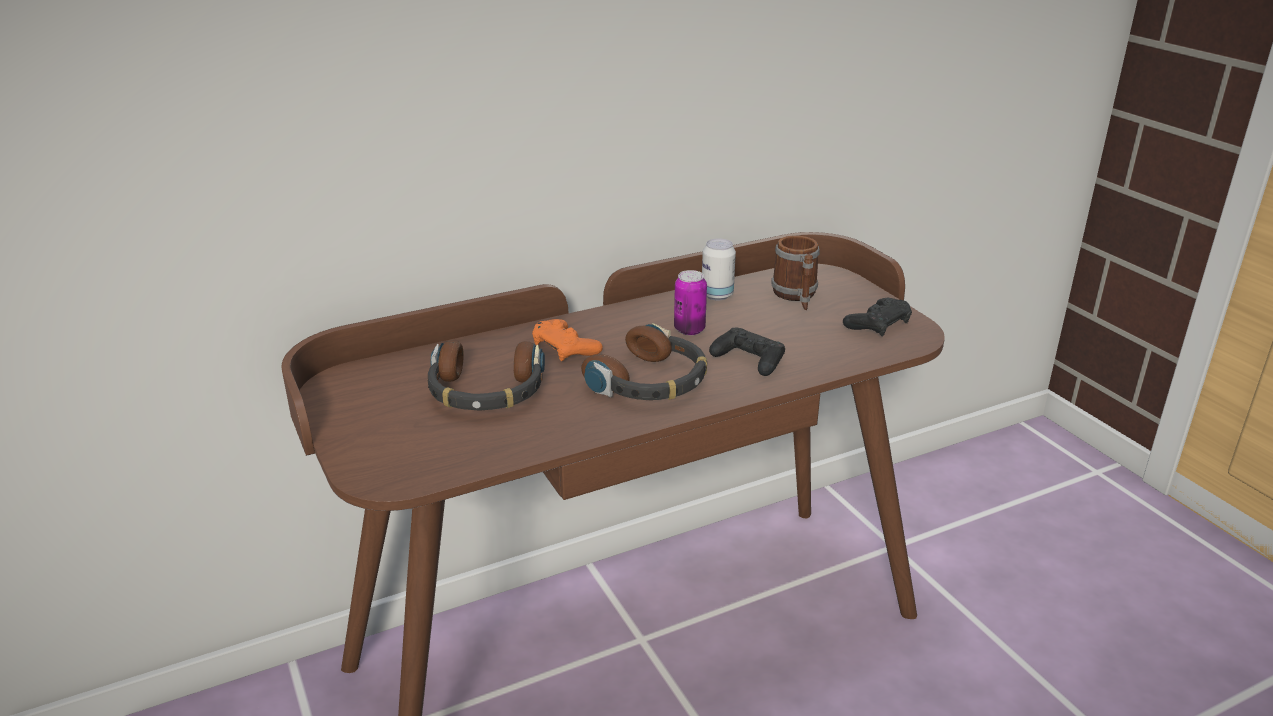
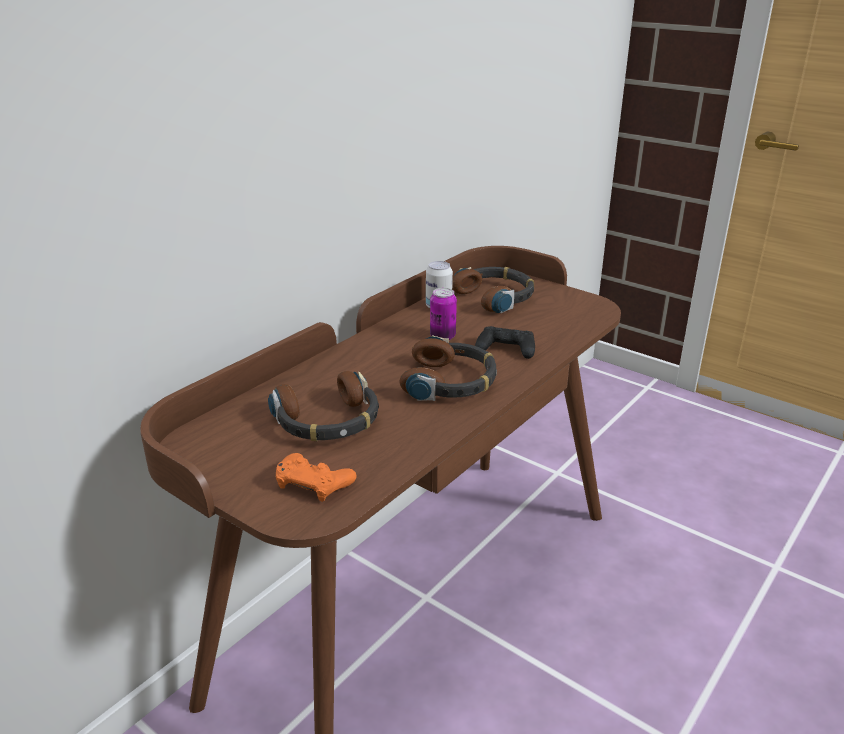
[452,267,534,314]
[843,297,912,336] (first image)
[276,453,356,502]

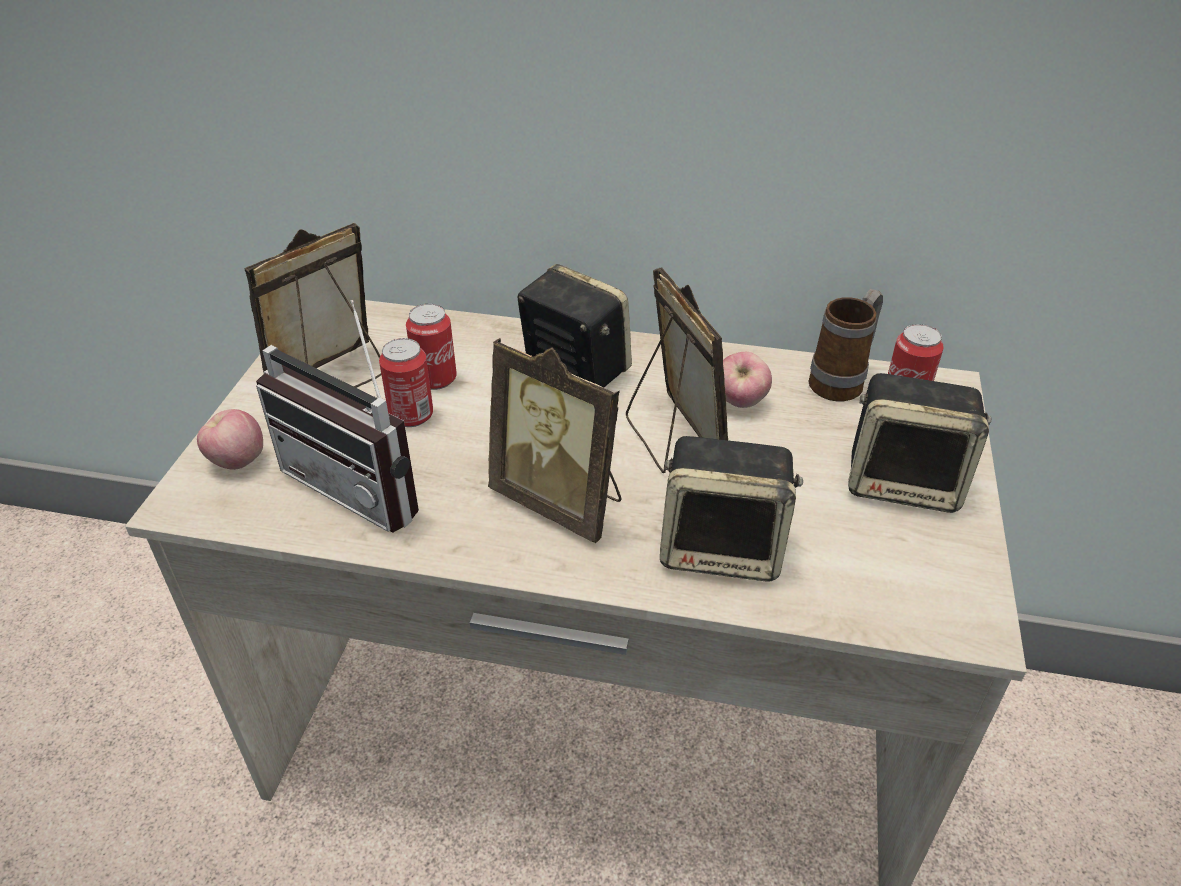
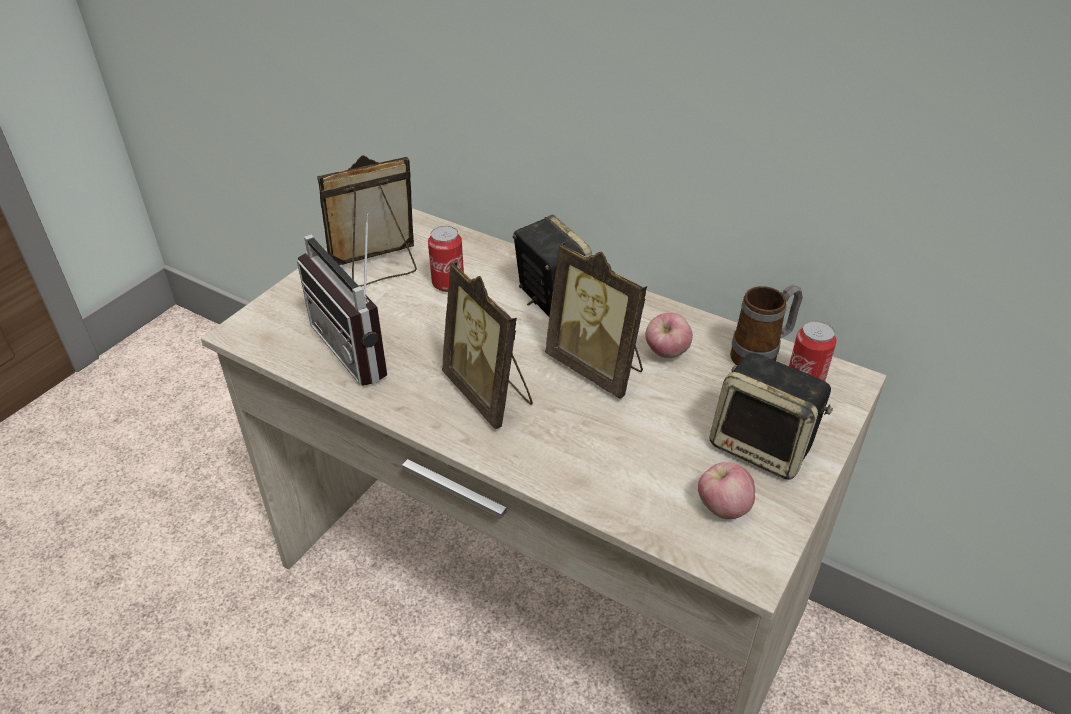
[545,242,647,399]
[379,338,433,427] (first image)
[698,462,755,519]
[660,436,803,582] (first image)

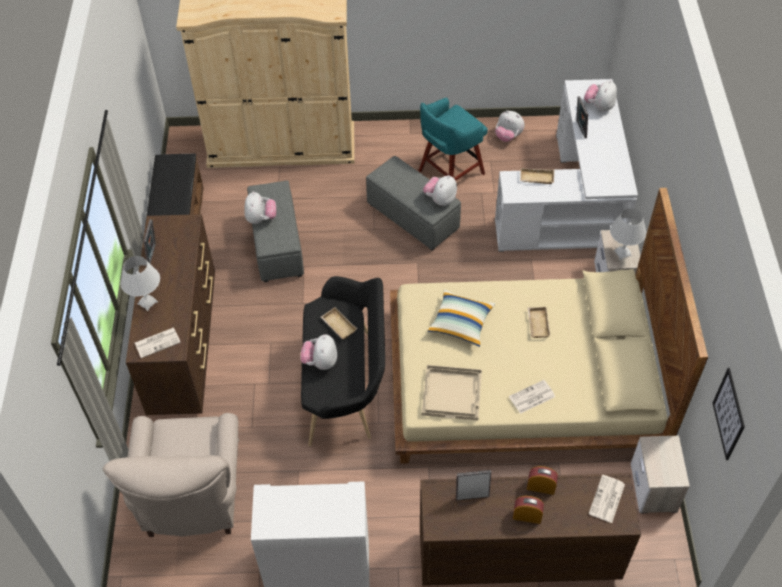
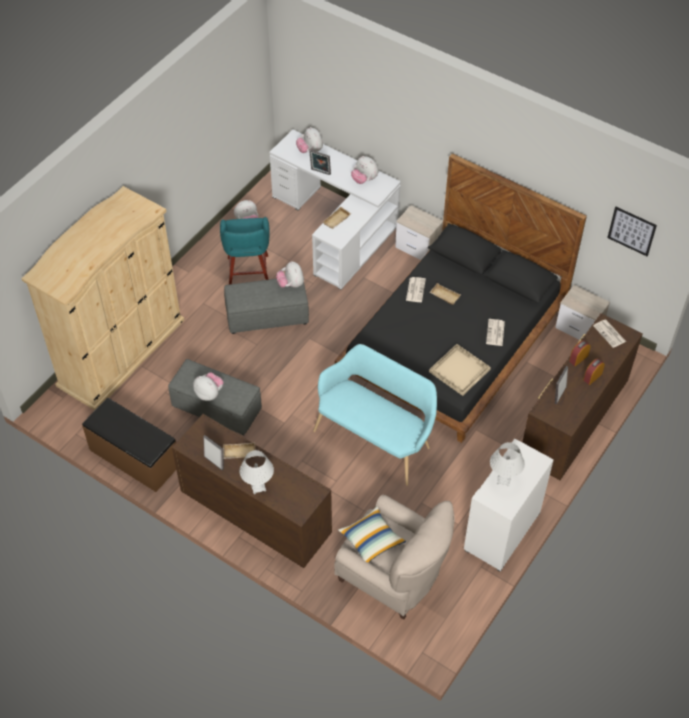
[335,153,587,443]
[490,442,525,487]
[313,344,437,486]
[338,506,406,563]
[223,442,256,459]
[406,277,426,302]
[351,156,378,184]

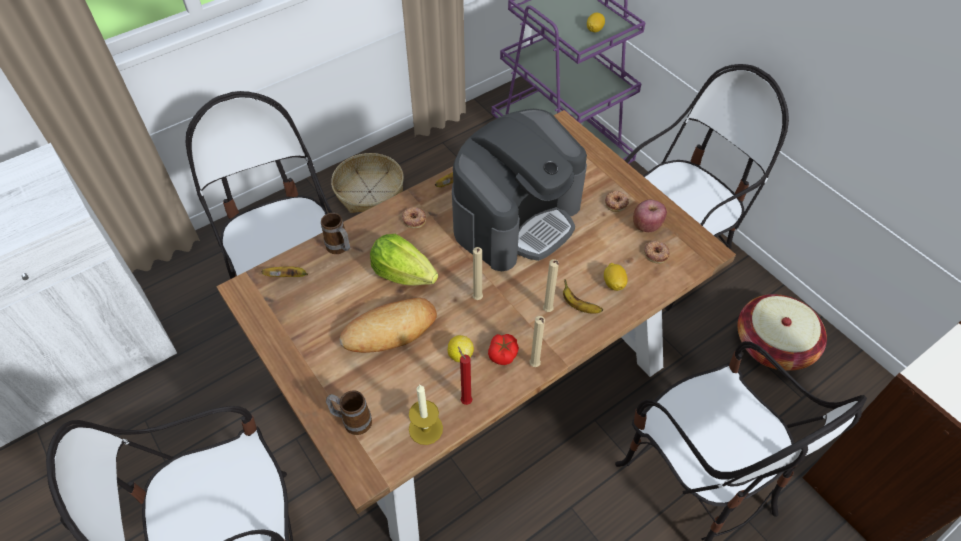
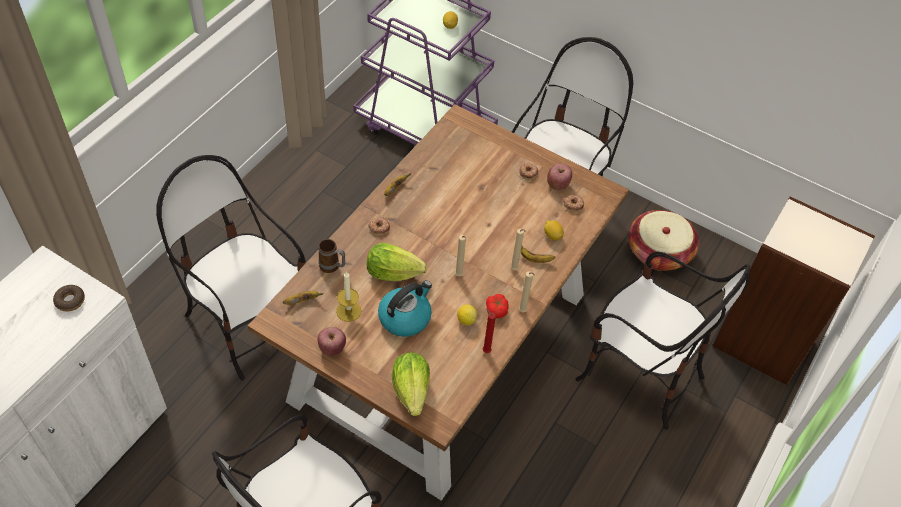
[452,109,587,271] (first image)
[331,153,404,213] (first image)
[378,280,432,337]
[336,271,362,322]
[391,352,430,416]
[53,285,85,312]
[317,327,346,355]

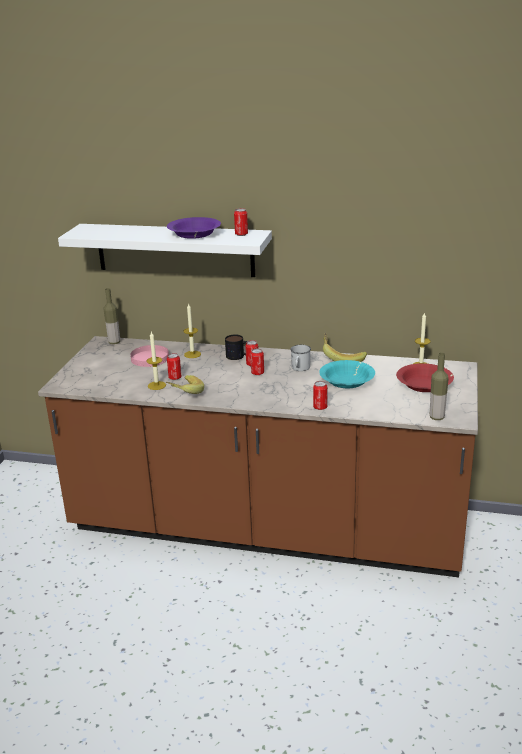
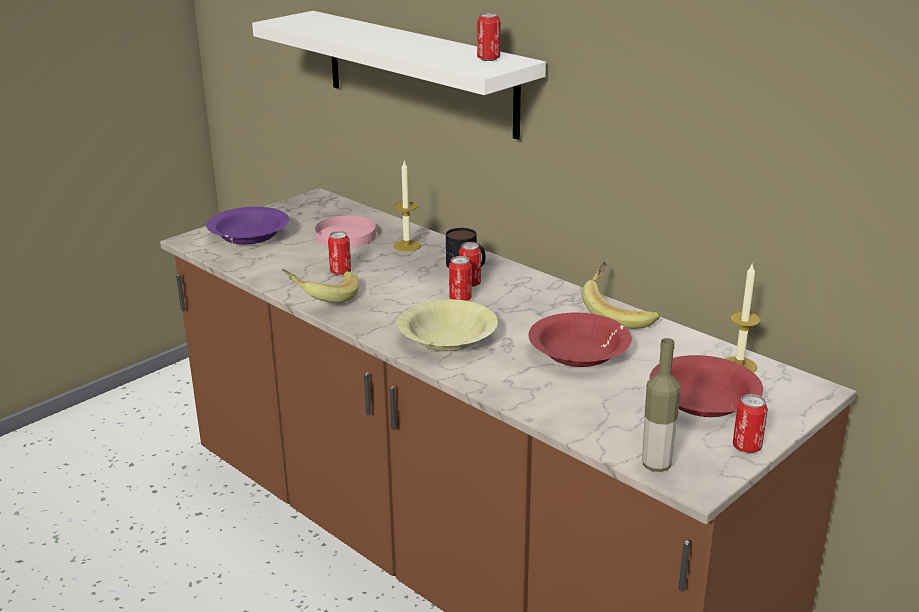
[206,207,289,244]
[103,288,120,344] (first image)
[146,332,166,390] (first image)
[290,345,311,371] (first image)
[529,313,632,367]
[733,394,768,453]
[398,299,498,351]

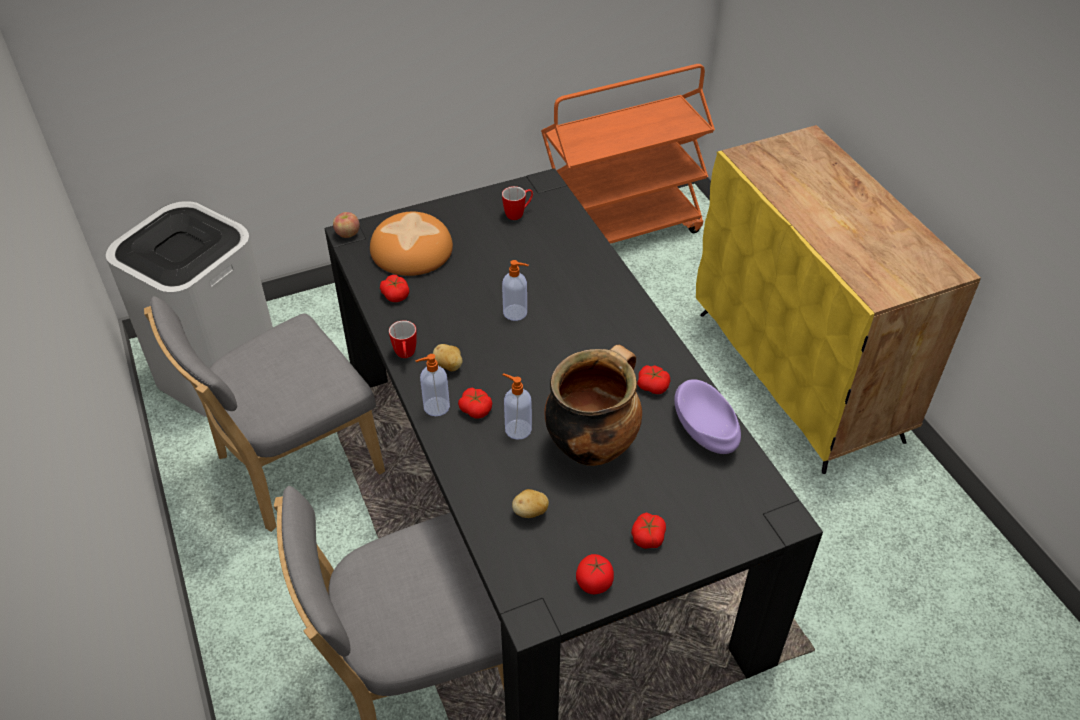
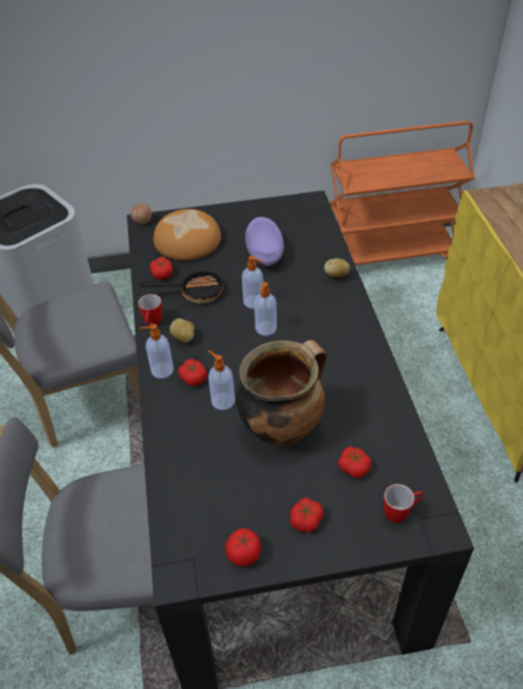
[384,484,423,523]
[338,446,371,478]
[245,217,284,266]
[324,258,350,278]
[139,268,223,304]
[254,282,277,336]

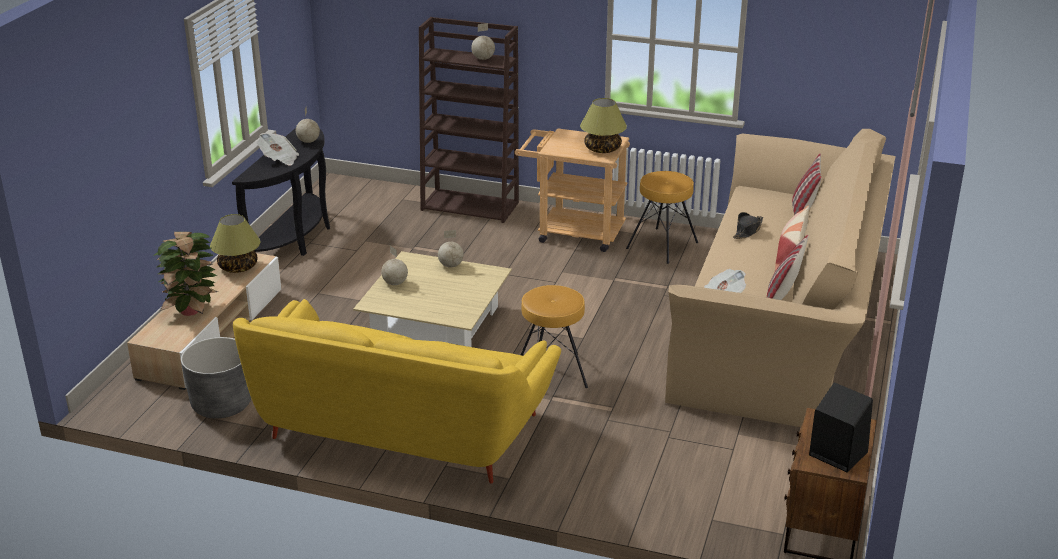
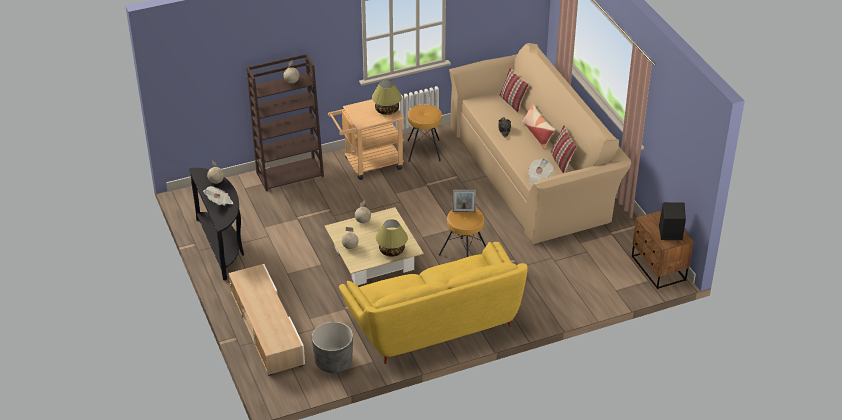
[376,219,408,257]
[153,232,218,316] (first image)
[453,190,476,212]

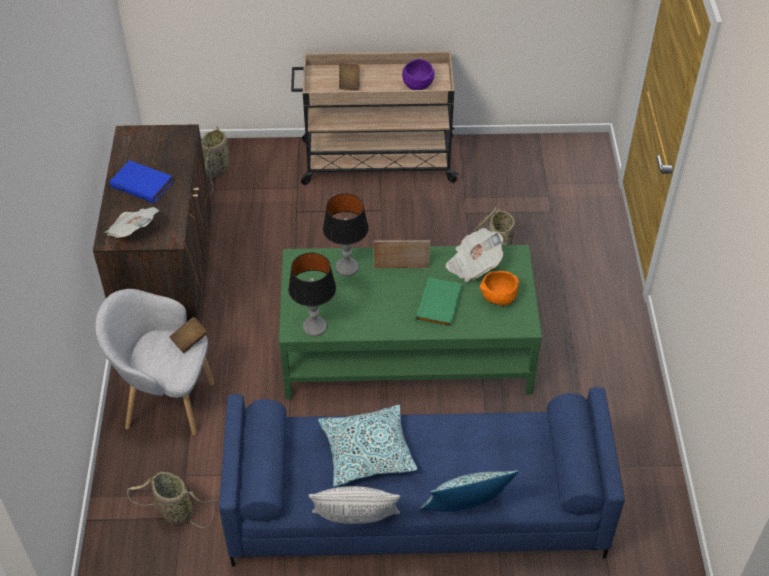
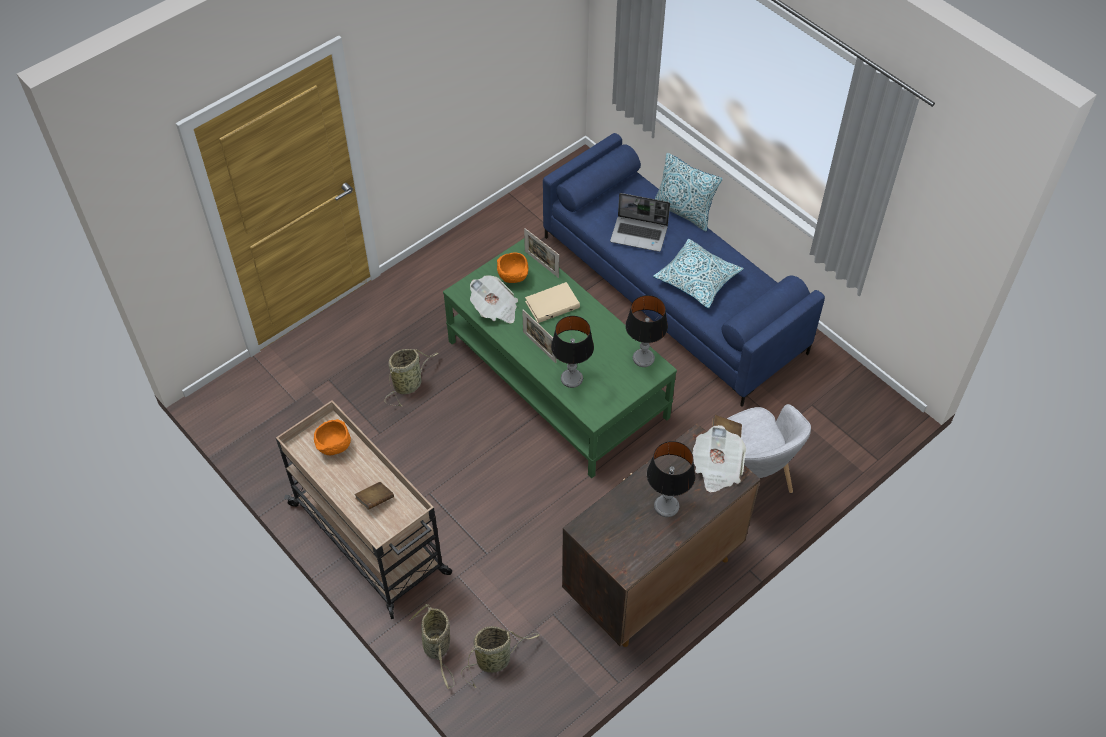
[314,419,351,455]
[647,441,695,517]
[525,282,580,323]
[408,604,455,689]
[308,486,400,524] (first image)
[610,193,670,252]
[524,228,559,278]

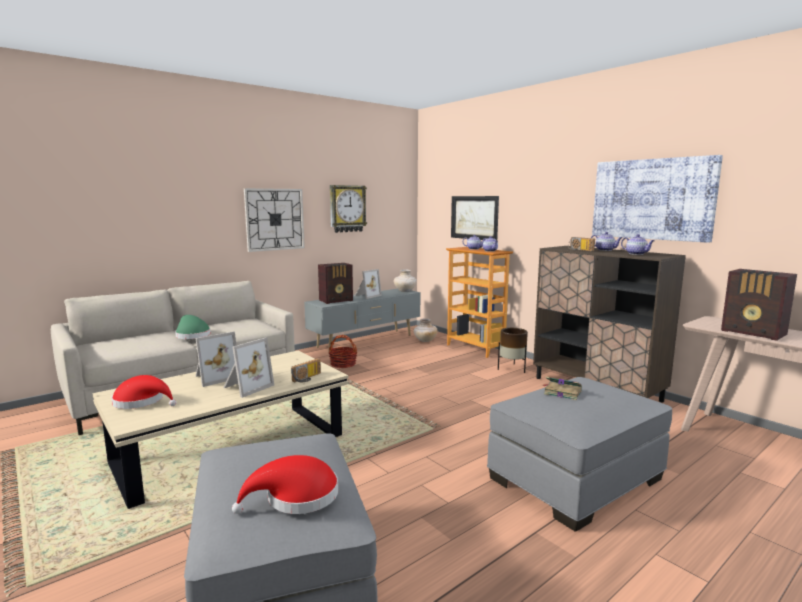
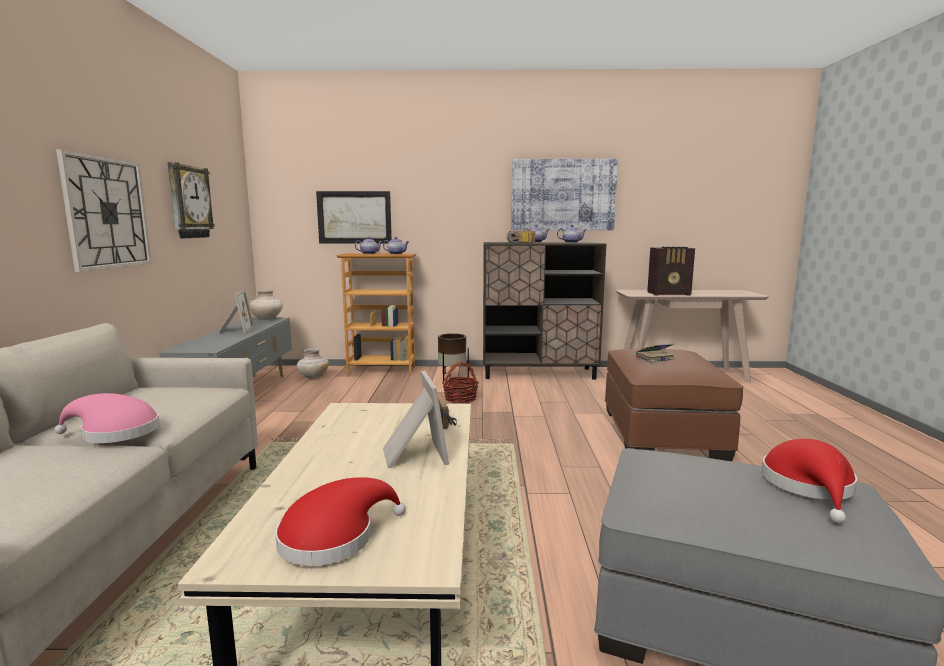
[318,263,353,304] (first image)
[54,393,160,443]
[196,332,237,387] (first image)
[442,361,479,403]
[605,349,744,461]

